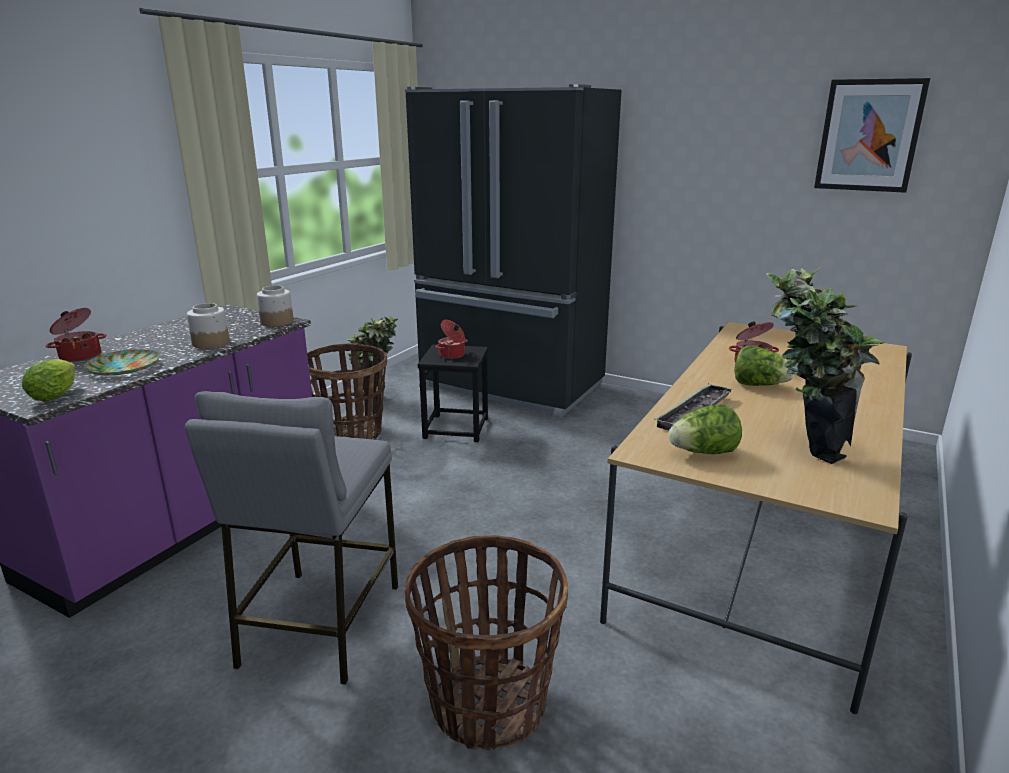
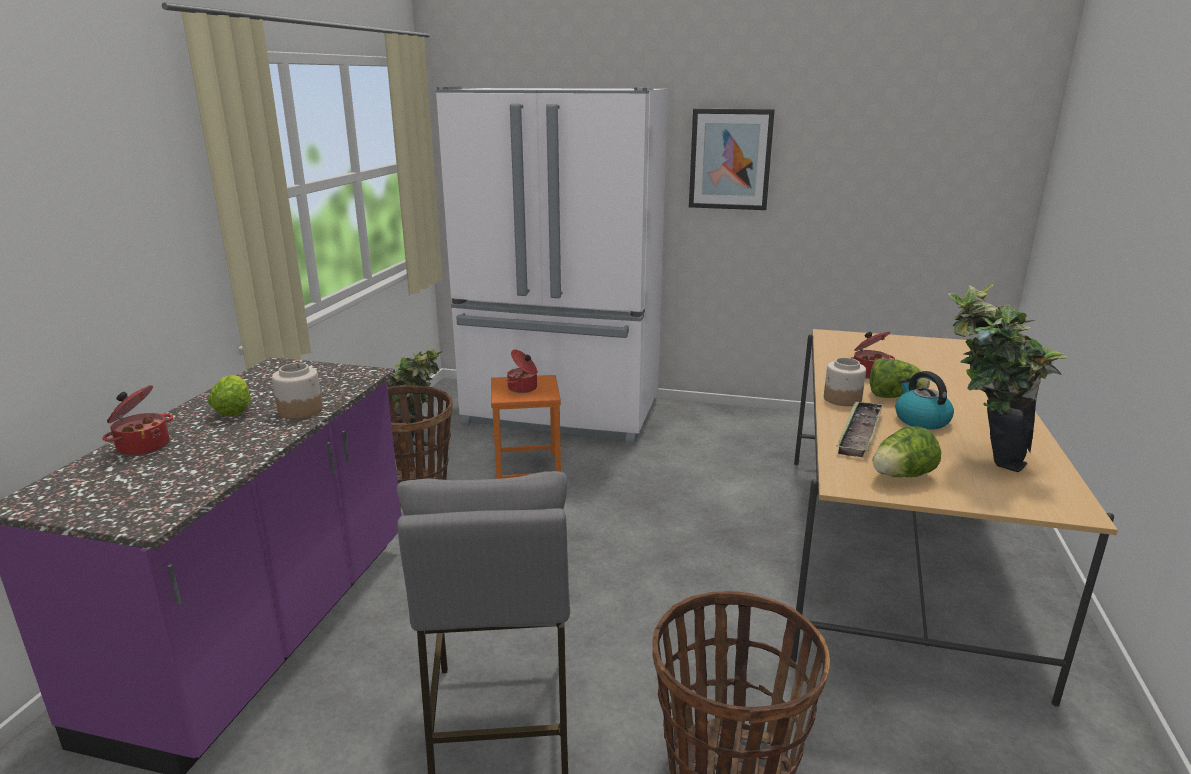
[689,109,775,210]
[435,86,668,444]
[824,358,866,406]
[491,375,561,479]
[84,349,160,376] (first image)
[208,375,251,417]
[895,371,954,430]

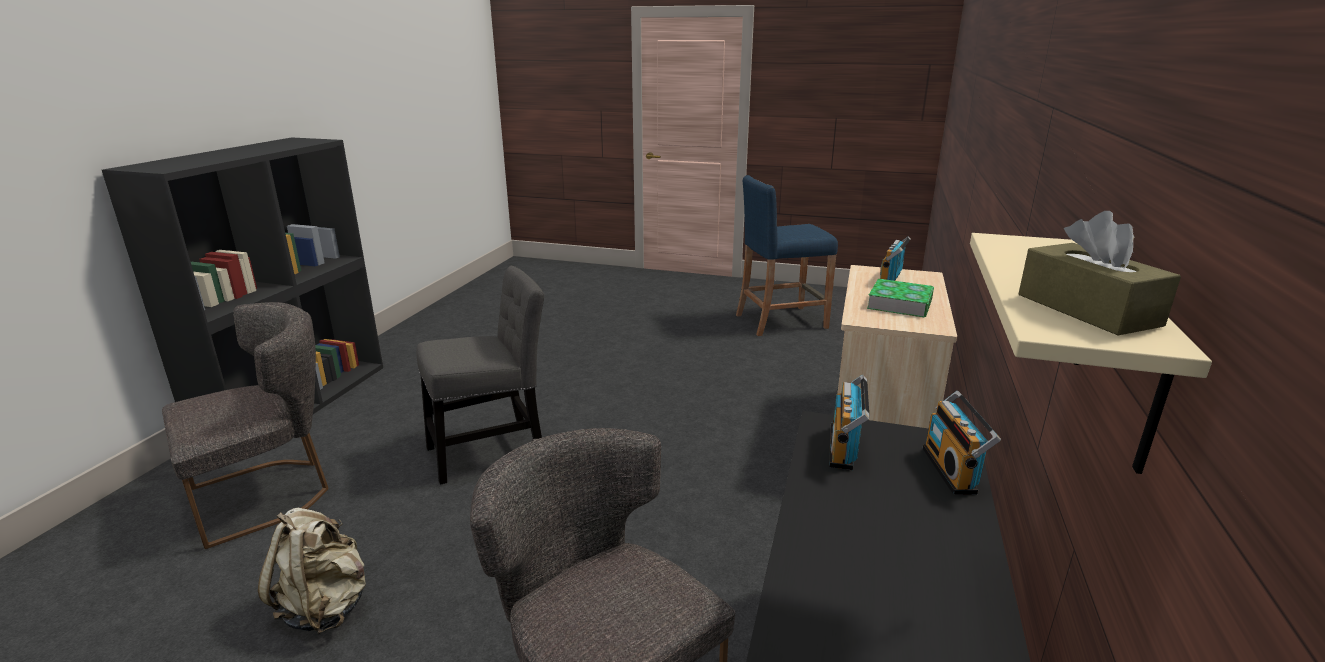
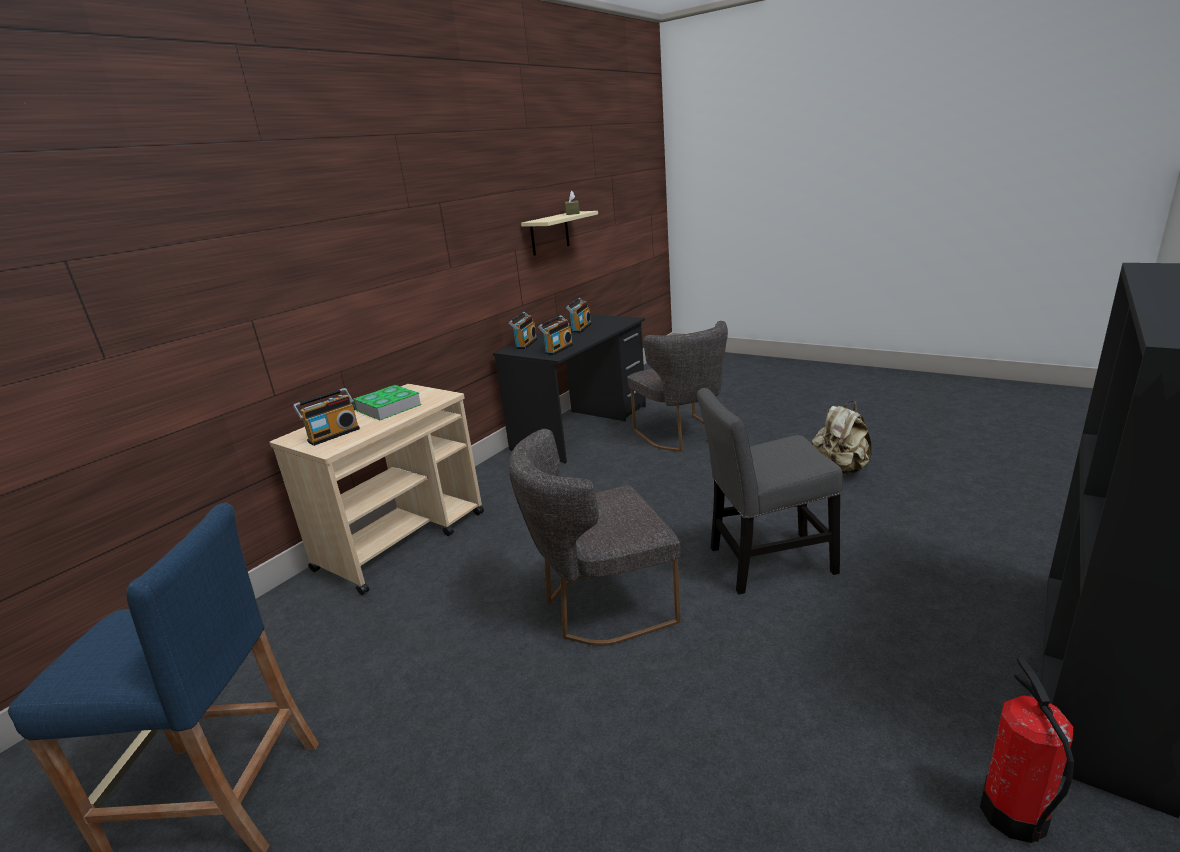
[509,429,681,646]
[566,298,592,333]
[980,657,1074,843]

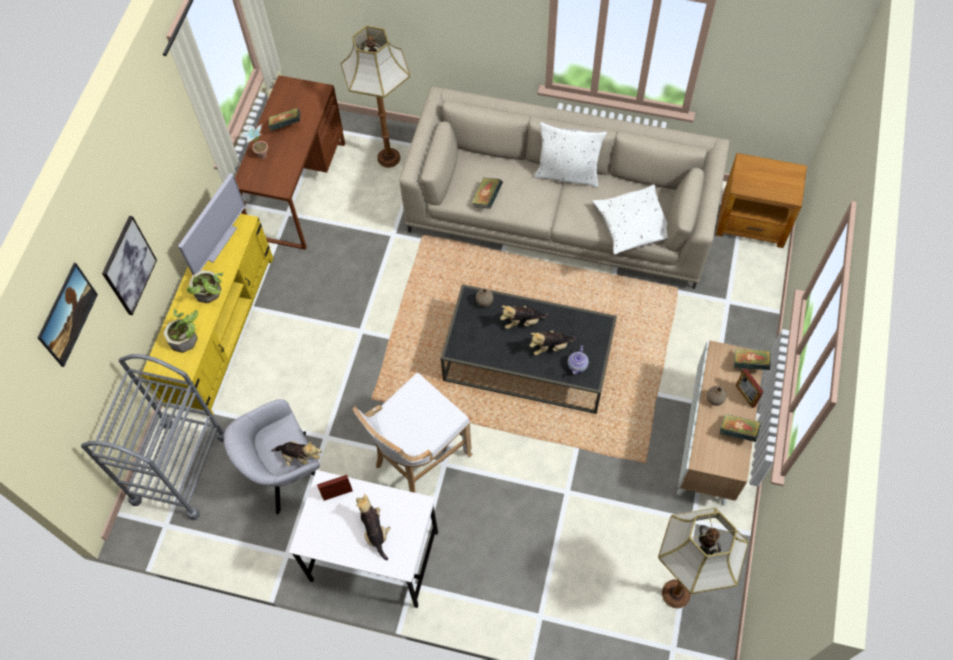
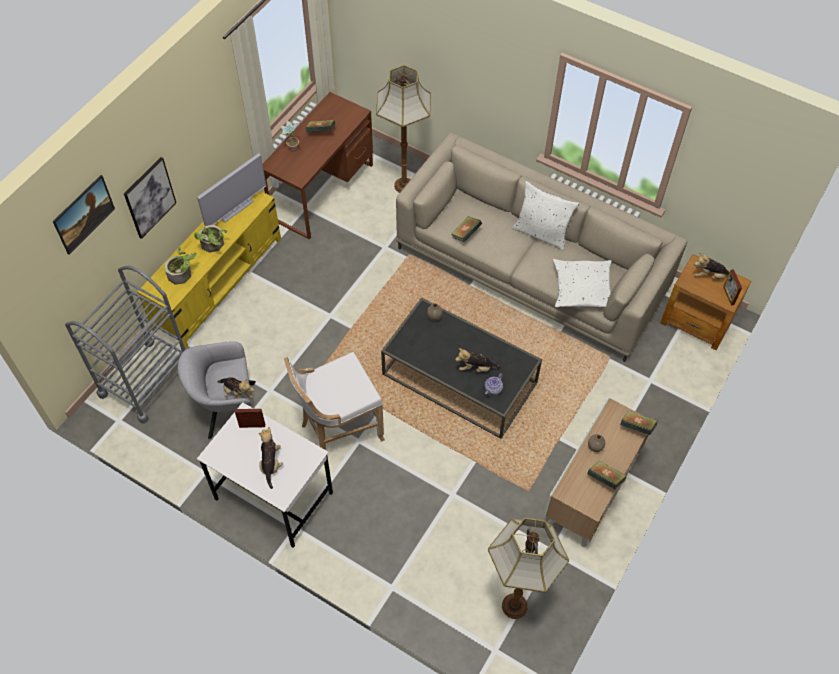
[694,253,730,279]
[723,269,742,306]

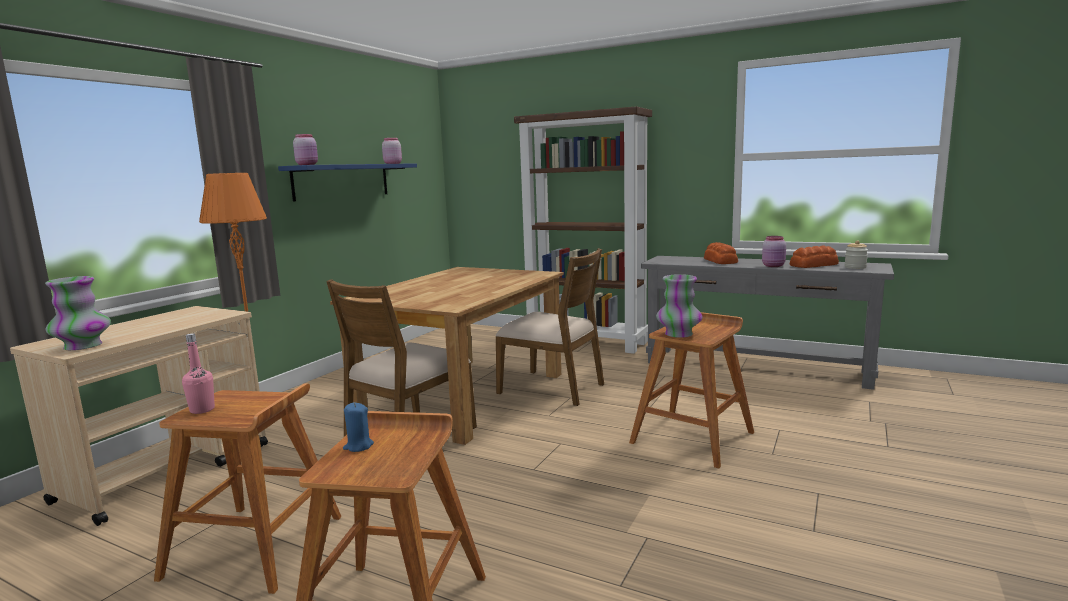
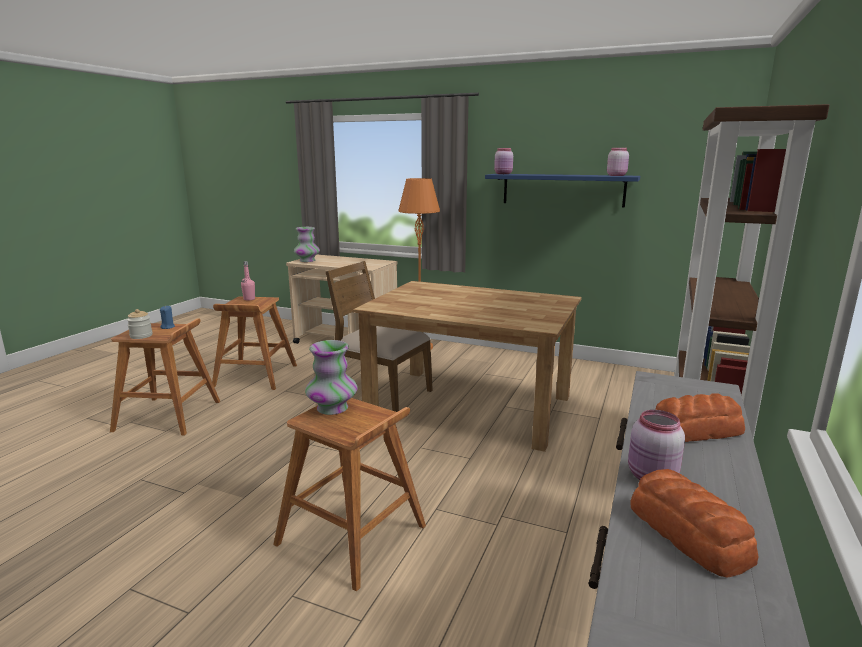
[127,309,153,339]
[495,248,604,406] (first image)

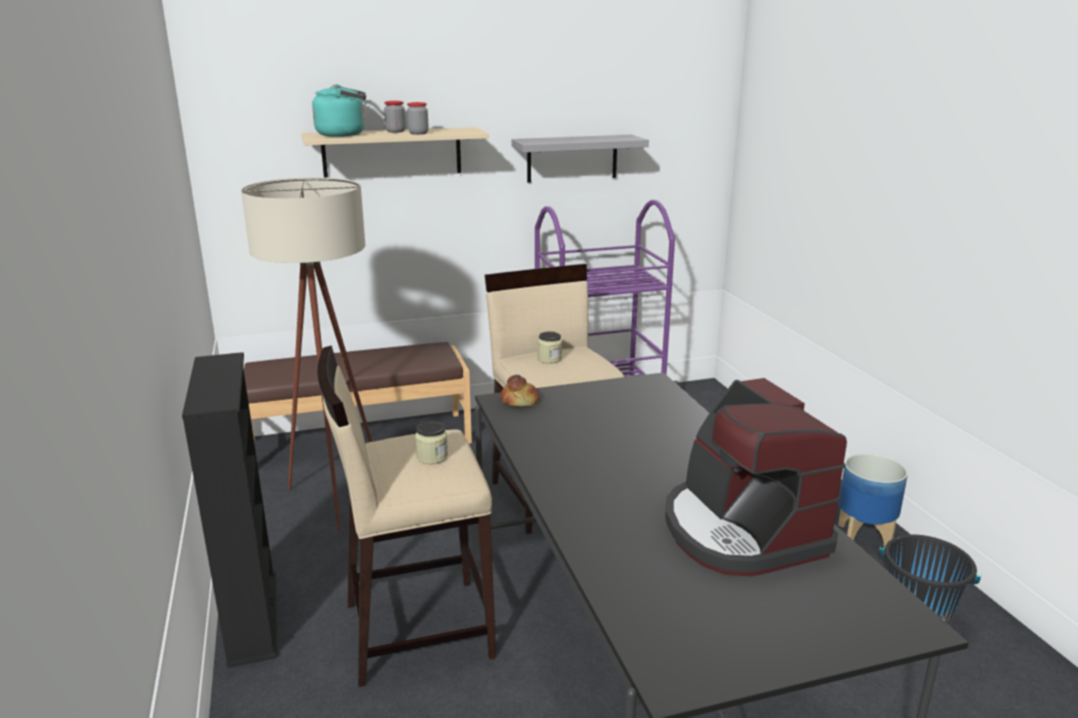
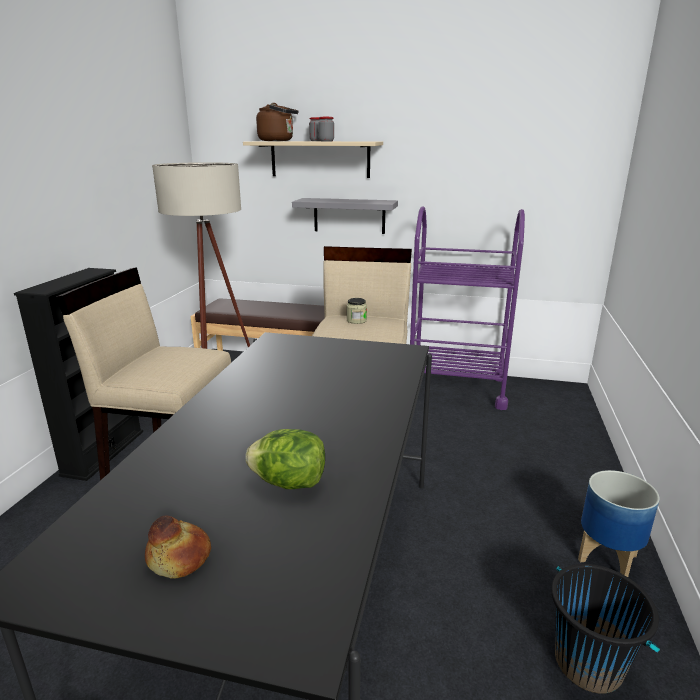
[256,103,298,141]
[292,198,398,234]
[145,516,211,579]
[245,429,325,489]
[415,421,448,464] (first image)

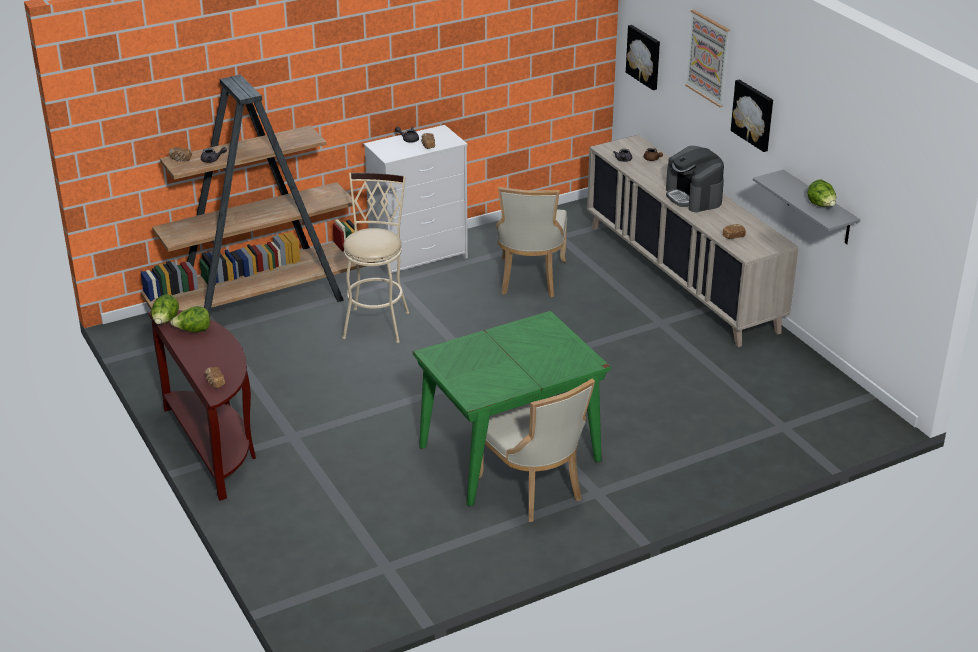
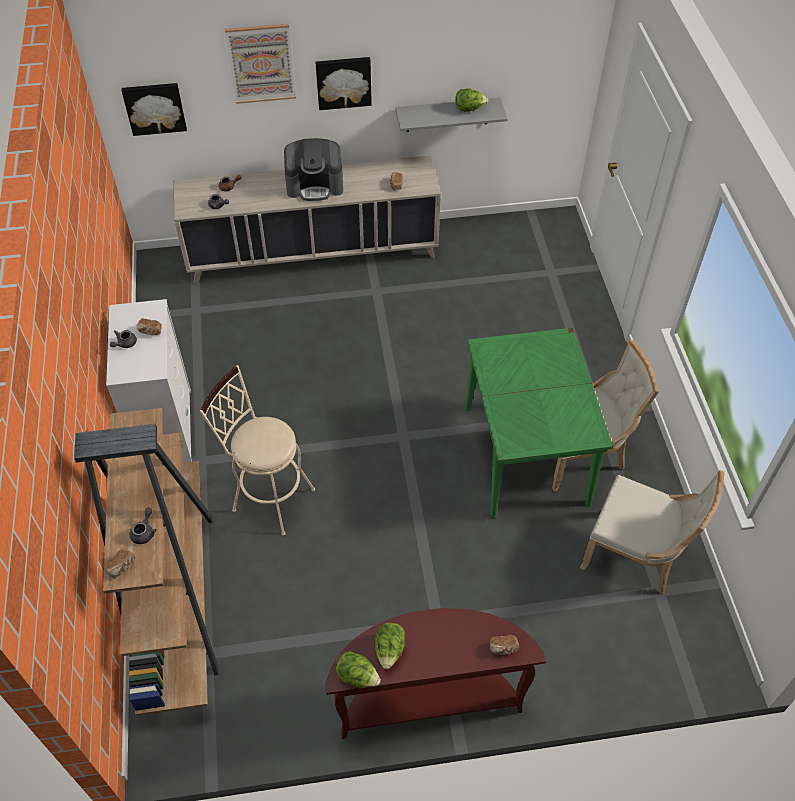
[580,470,725,595]

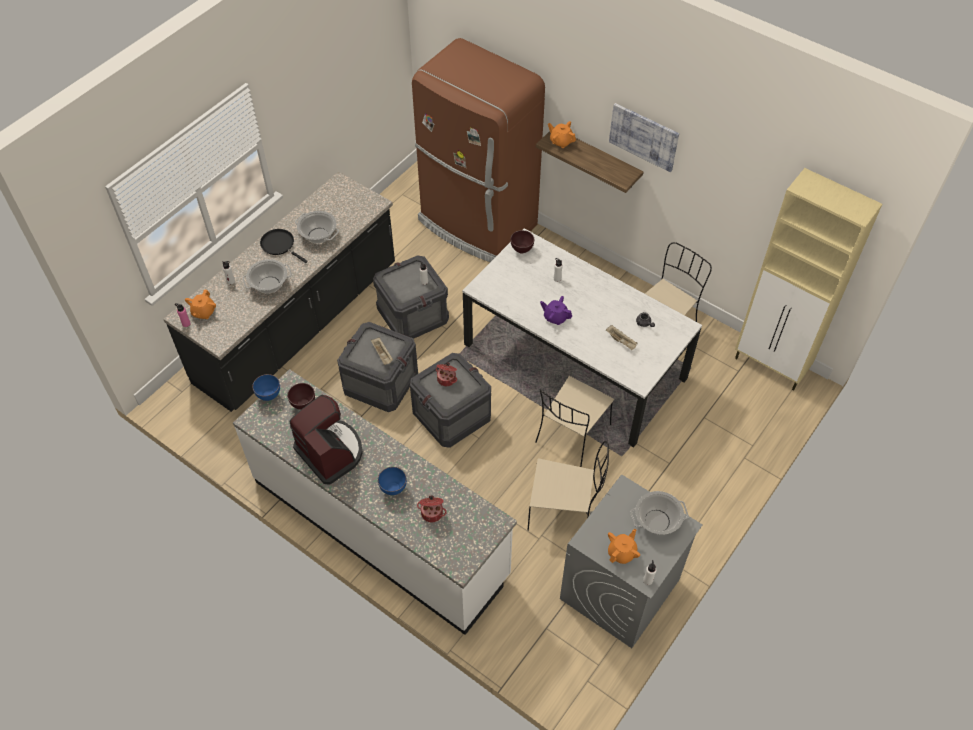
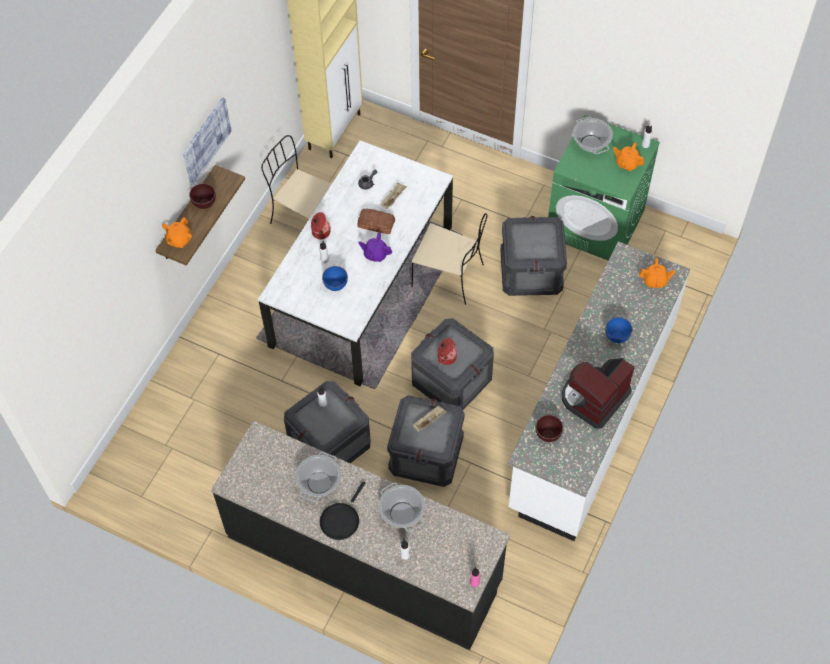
[412,38,545,262] (first image)
[189,183,216,209]
[639,258,675,288]
[358,233,392,262]
[322,266,348,291]
[500,216,567,296]
[548,115,660,260]
[311,212,331,239]
[357,209,395,234]

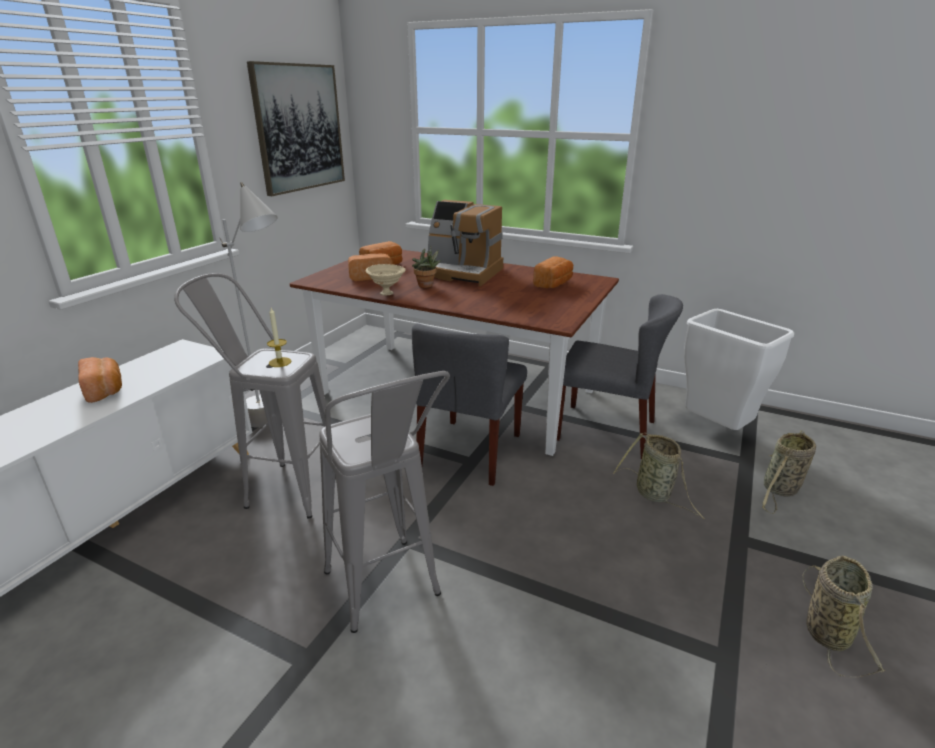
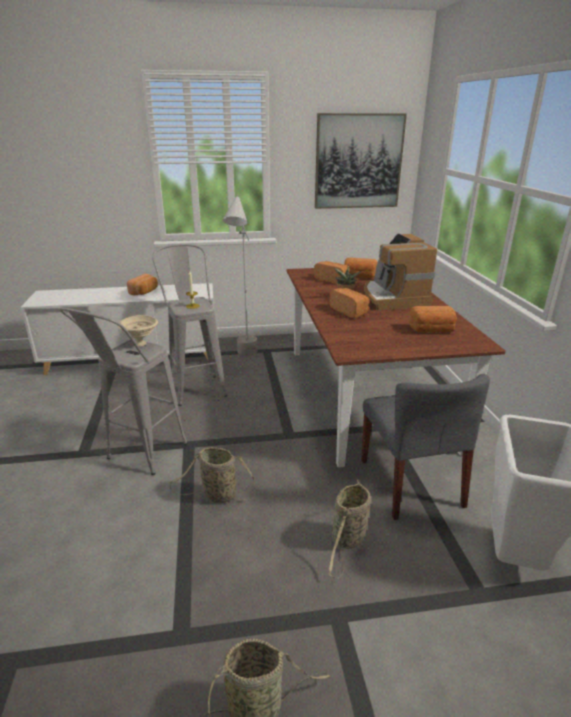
[118,315,158,346]
[412,323,527,486] (first image)
[169,447,256,503]
[329,288,369,318]

